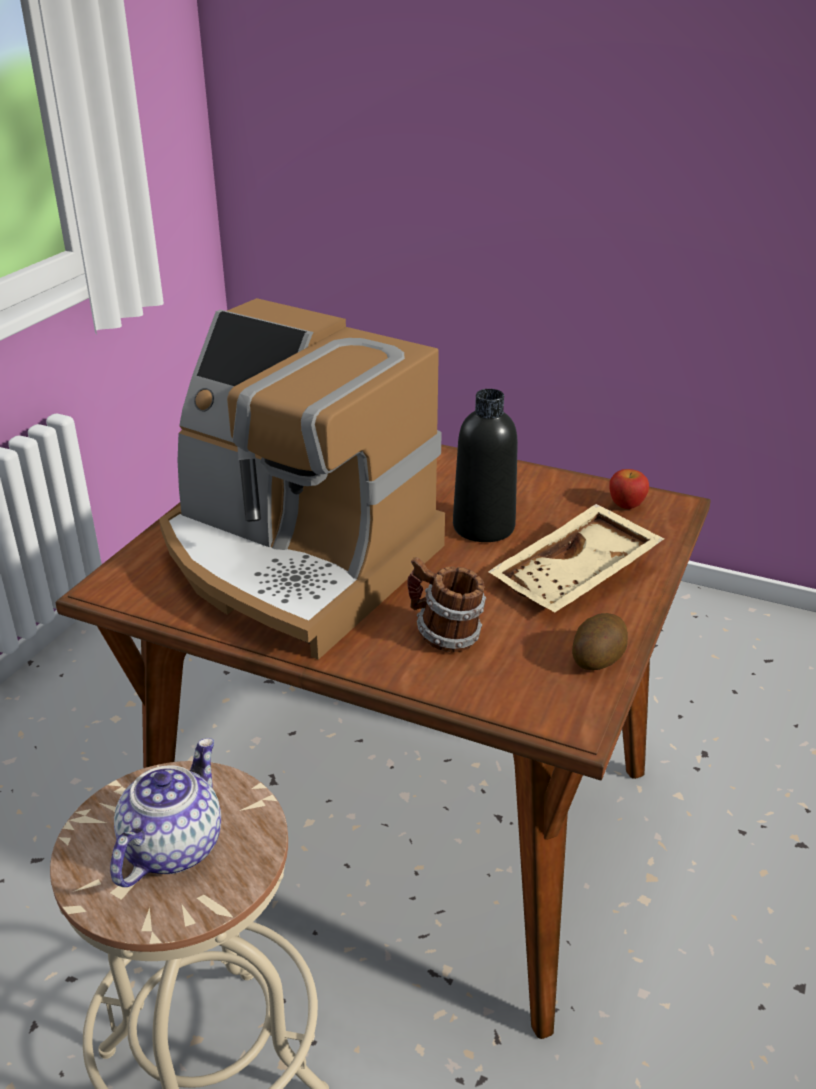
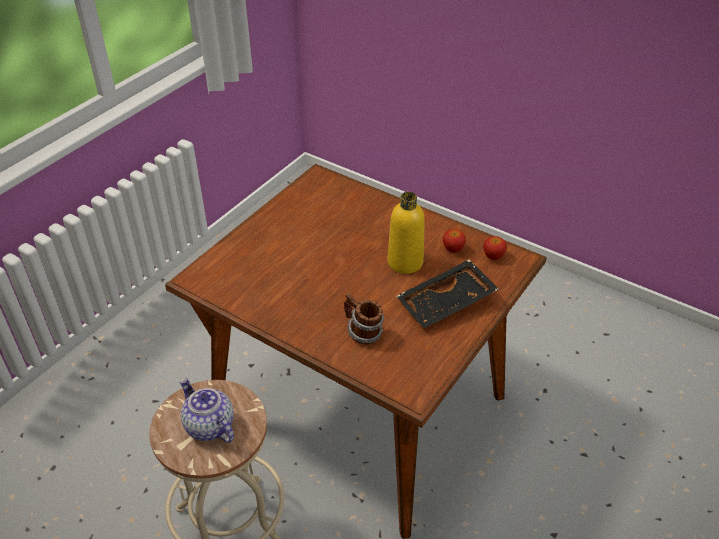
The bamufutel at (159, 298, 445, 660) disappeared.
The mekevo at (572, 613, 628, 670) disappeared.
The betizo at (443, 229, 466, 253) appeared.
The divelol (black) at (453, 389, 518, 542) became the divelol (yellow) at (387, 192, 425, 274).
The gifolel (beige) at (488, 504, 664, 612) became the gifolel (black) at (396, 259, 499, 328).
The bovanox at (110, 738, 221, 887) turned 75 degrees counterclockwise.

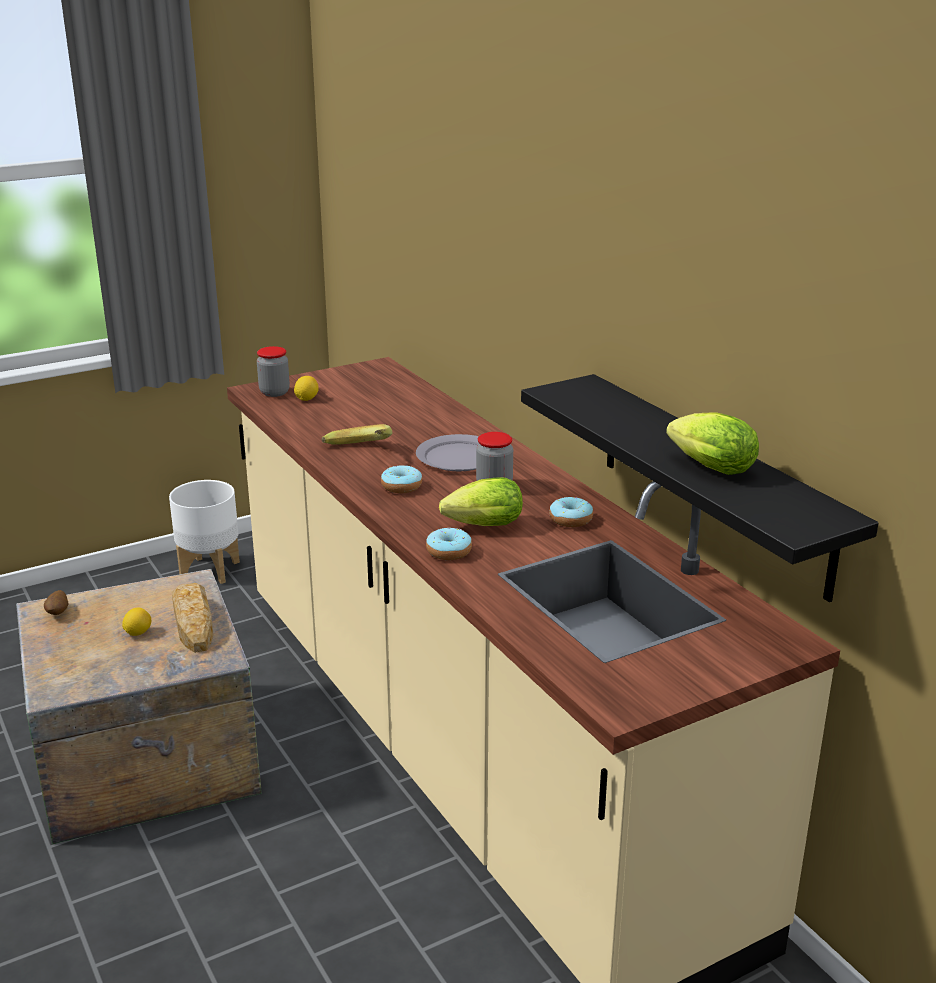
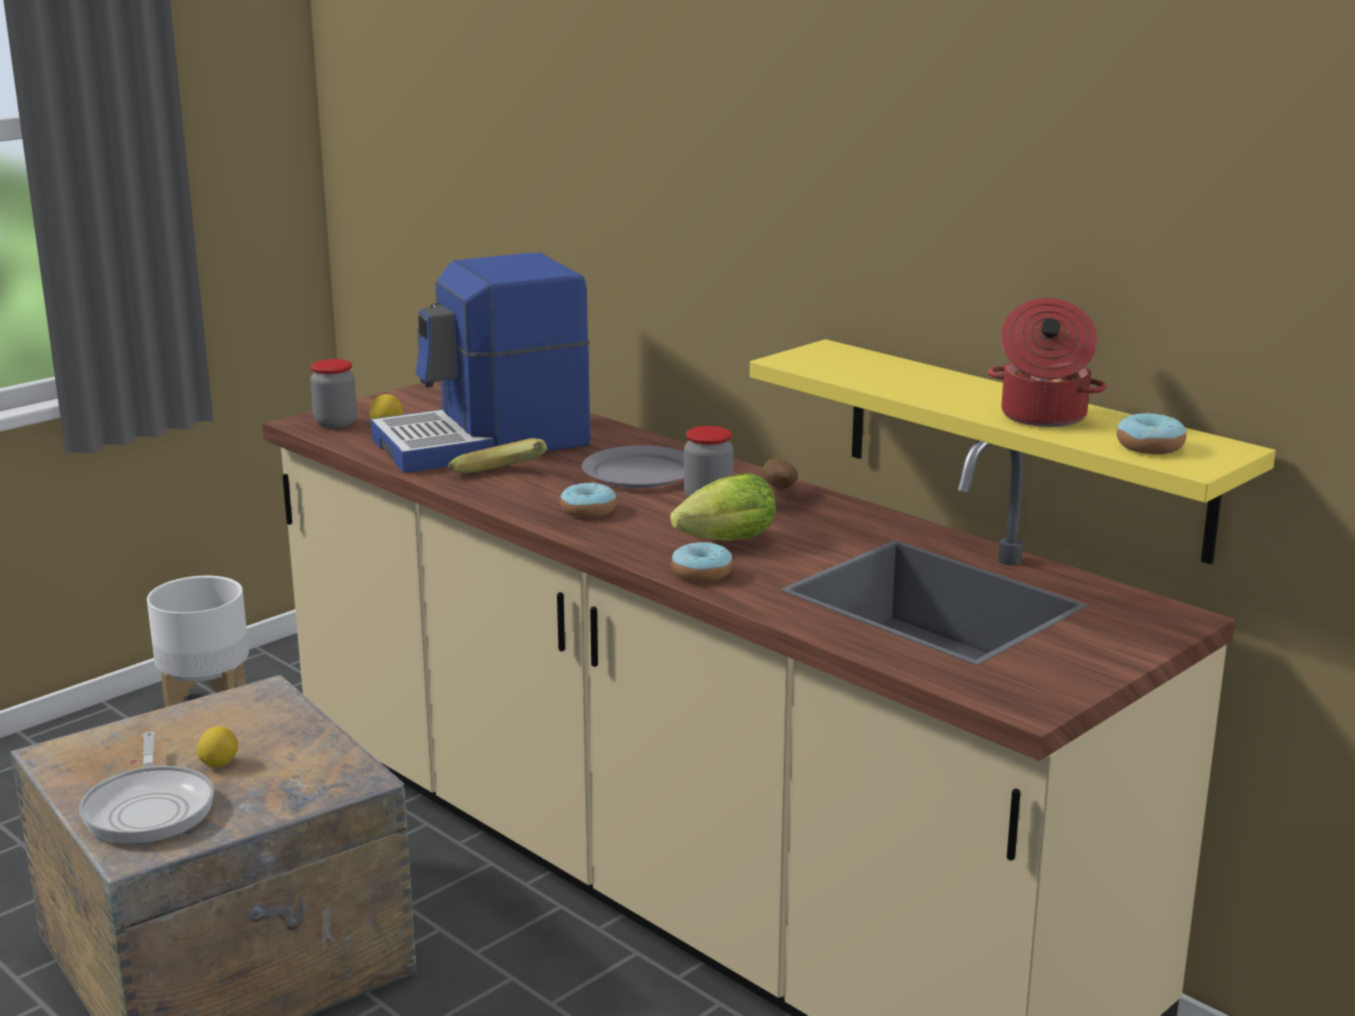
The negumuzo at (172, 583, 213, 653) disappeared.
The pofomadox at (79, 731, 214, 844) appeared.
The bamufutel at (370, 253, 590, 473) appeared.
The mekevo moved from (44, 590, 68, 615) to (762, 459, 798, 490).
The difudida moved from (549, 497, 593, 527) to (1117, 413, 1186, 454).
The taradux at (666, 412, 759, 475) was replaced by the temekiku at (988, 298, 1107, 427).
The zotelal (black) at (521, 374, 879, 602) became the zotelal (yellow) at (750, 339, 1276, 564).

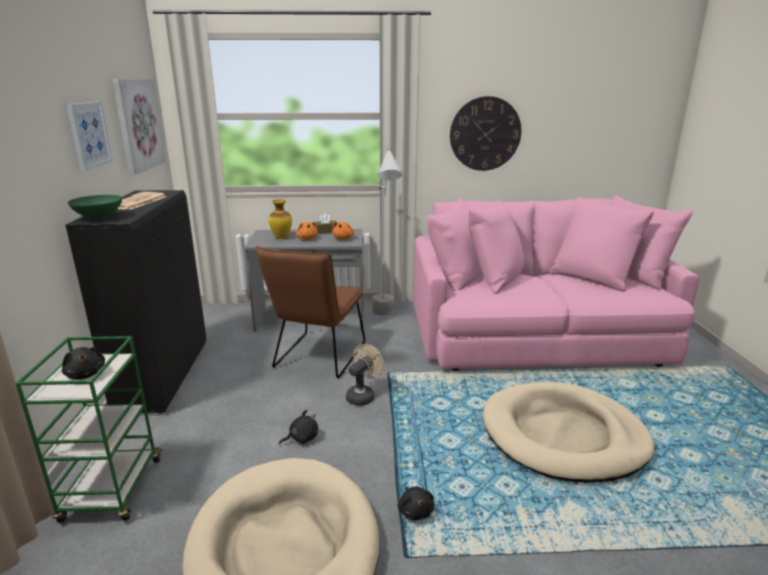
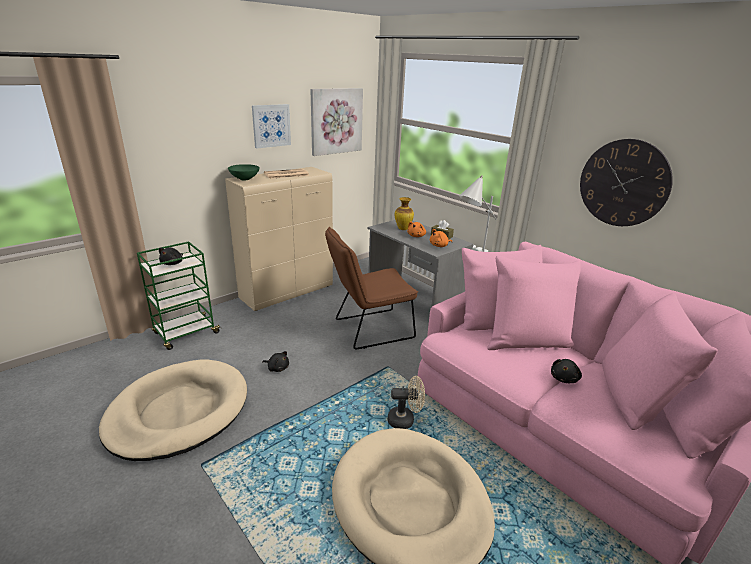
The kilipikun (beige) moved from (346, 344, 384, 406) to (388, 376, 425, 429).
The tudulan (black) moved from (398, 487, 434, 520) to (551, 359, 582, 383).
The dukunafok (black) at (66, 190, 206, 414) became the dukunafok (beige) at (225, 167, 333, 311).

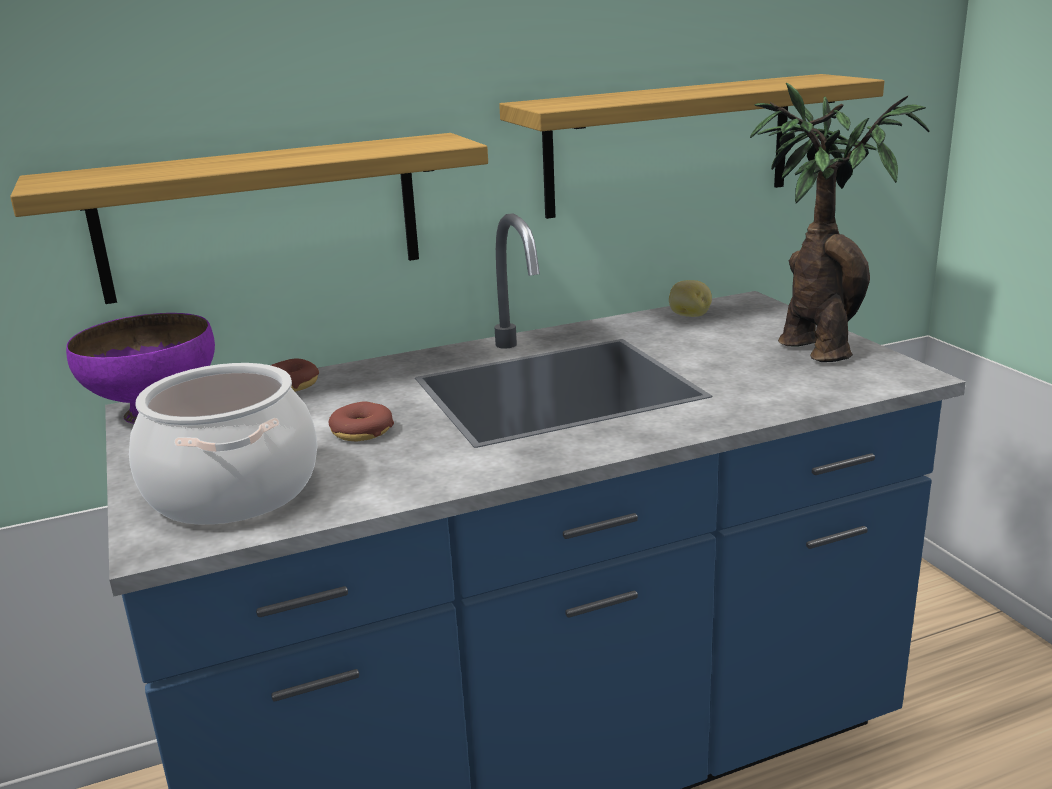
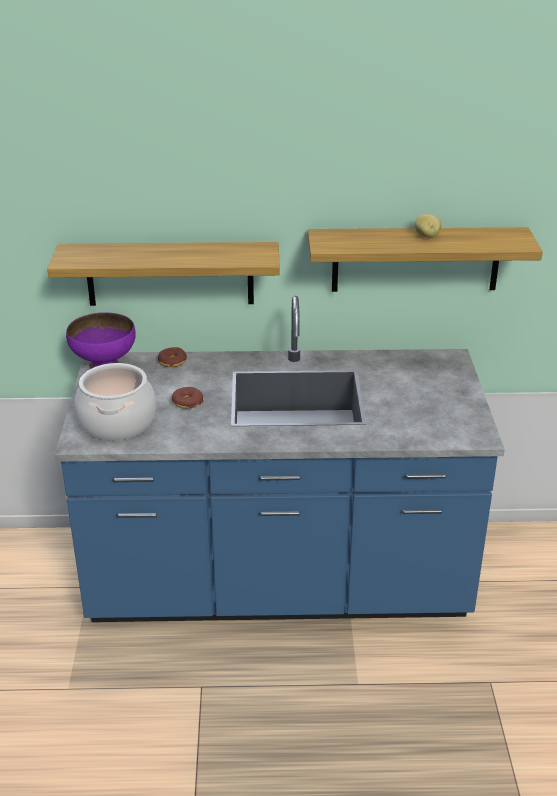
The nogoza at (750, 83, 930, 362) disappeared.
The mekevo moved from (669, 280, 712, 317) to (414, 213, 441, 238).

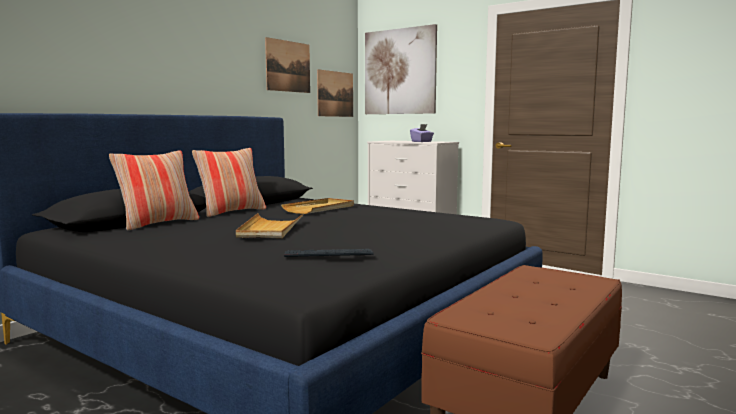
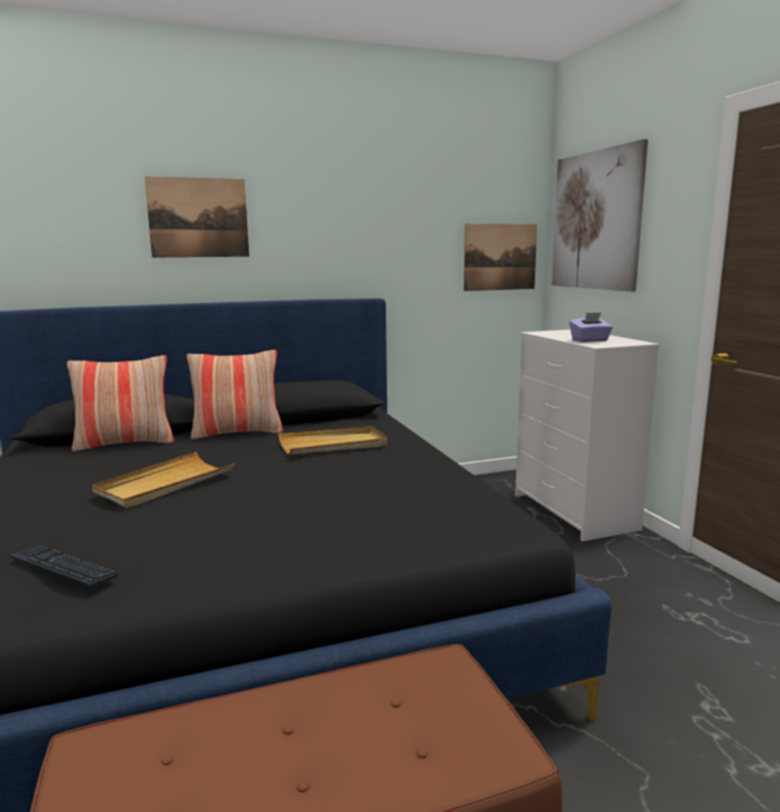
The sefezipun moved from (265, 37, 310, 93) to (144, 176, 249, 258).

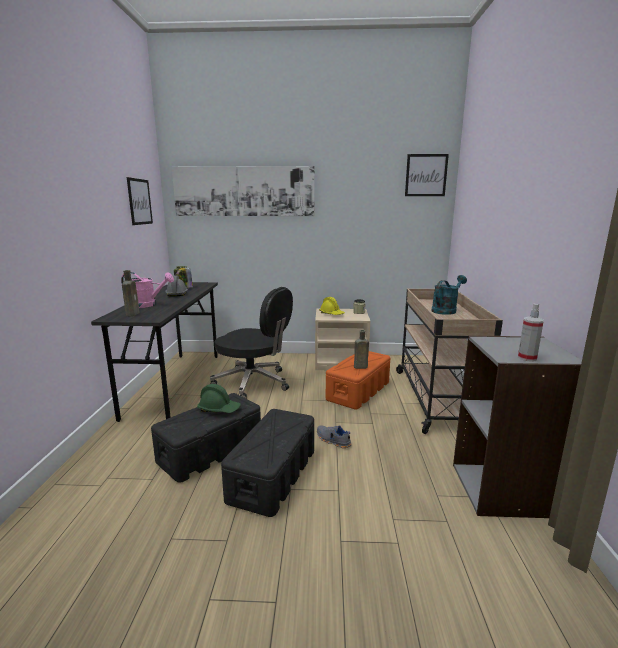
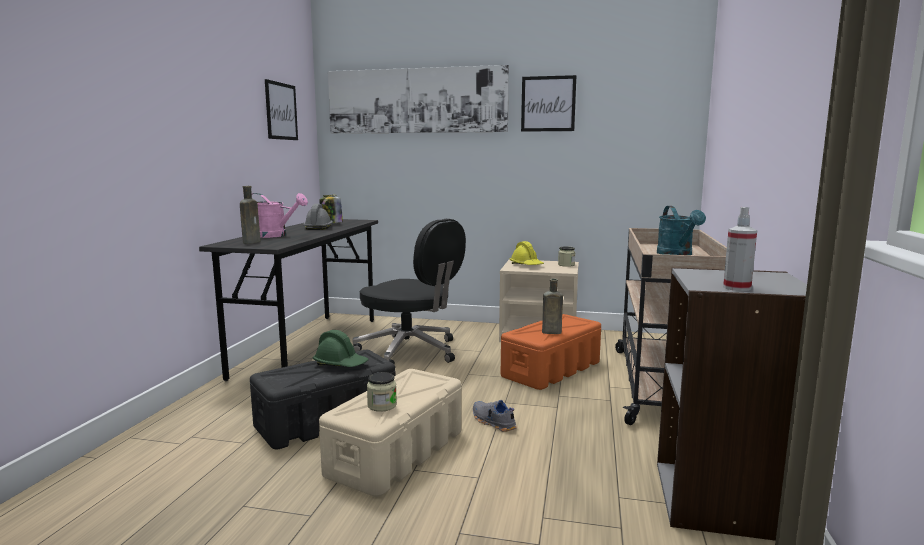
The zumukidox at (367, 372, 397, 412) appeared.
The sefezipun moved from (405, 154, 449, 196) to (521, 75, 576, 132).
The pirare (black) at (221, 409, 314, 517) became the pirare (beige) at (319, 369, 461, 497).
The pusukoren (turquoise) at (431, 275, 467, 315) turned 120 degrees clockwise.

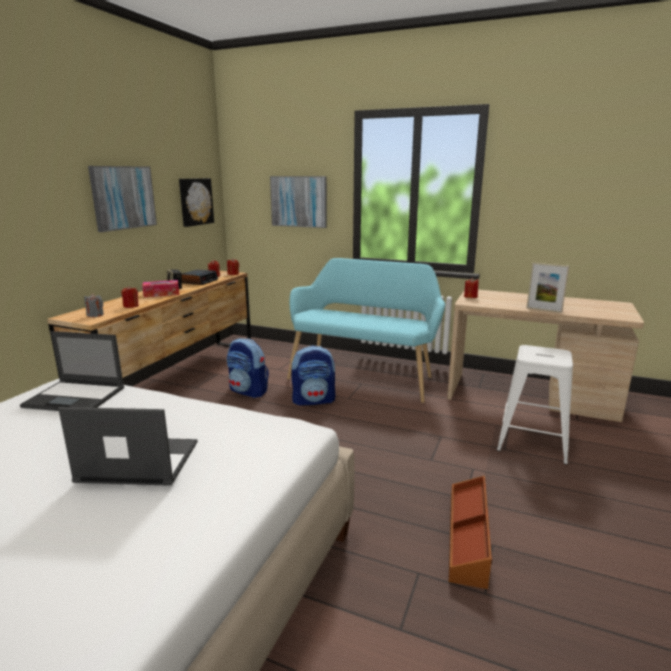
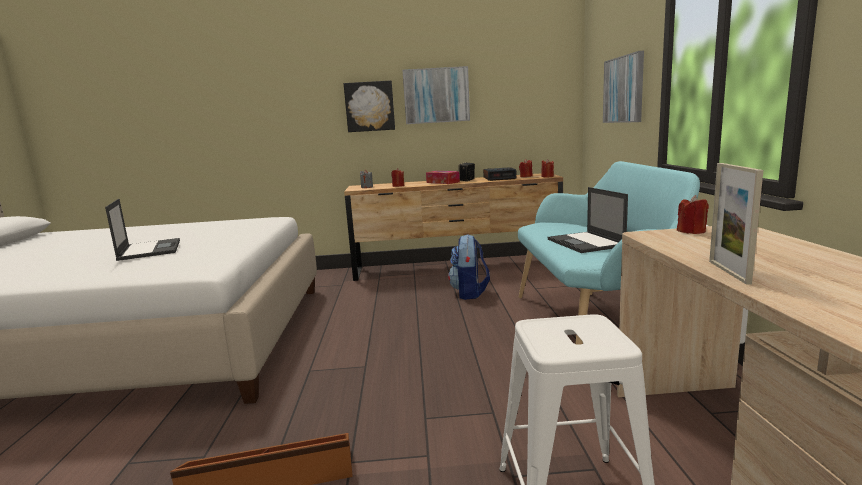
The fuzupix at (291, 345, 335, 406) disappeared.
The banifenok moved from (20, 331, 124, 411) to (548, 187, 628, 253).
The sefezipun moved from (179, 178, 214, 227) to (344, 80, 395, 132).

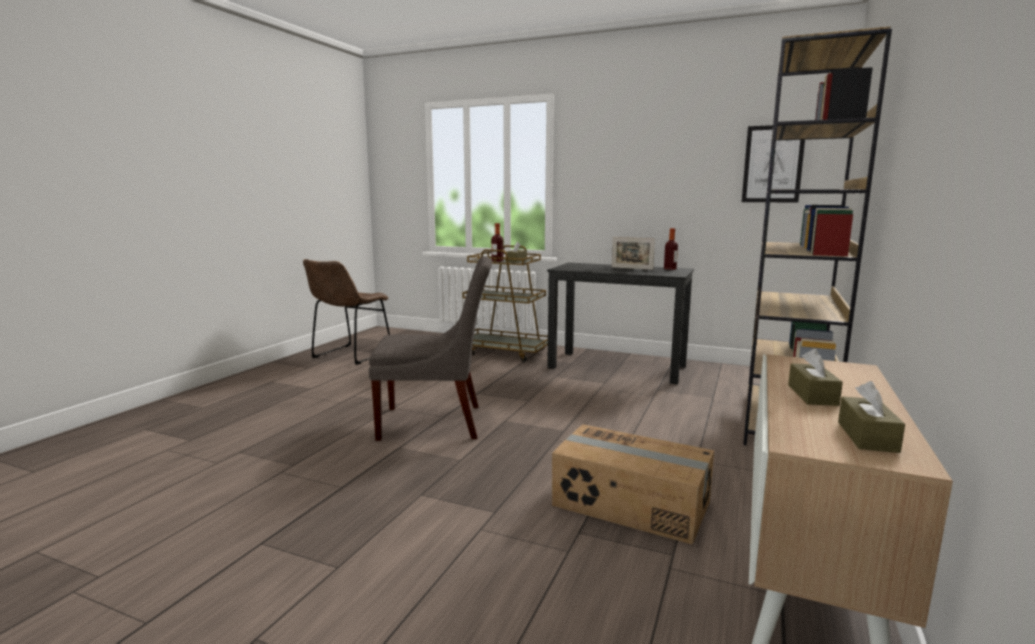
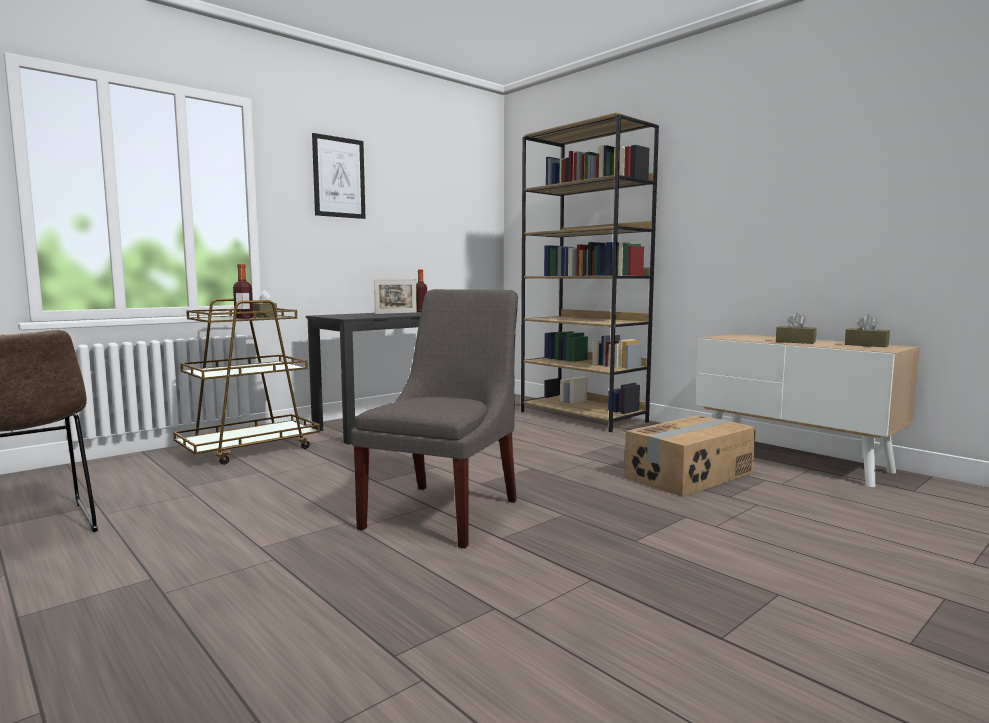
The sefezipun moved from (742, 125, 805, 202) to (312, 133, 365, 219).

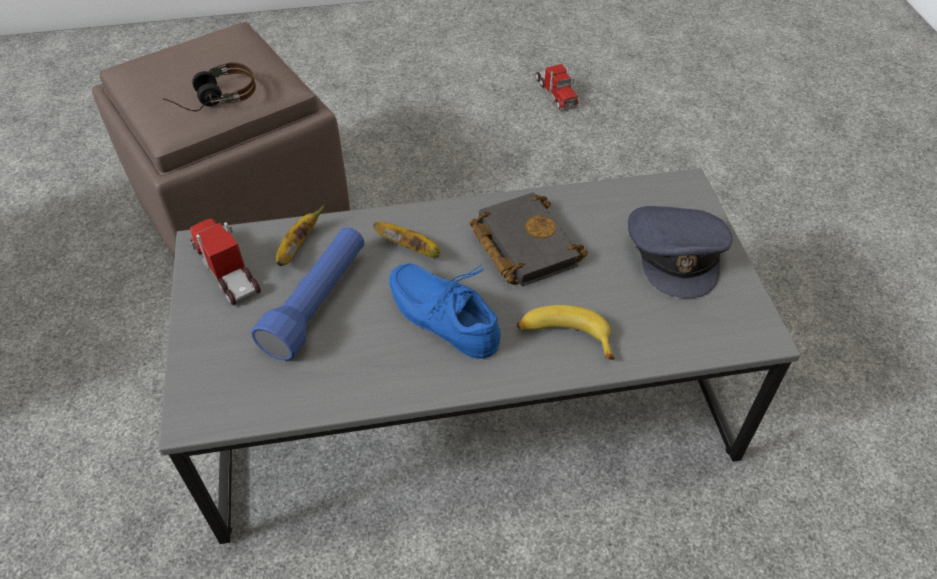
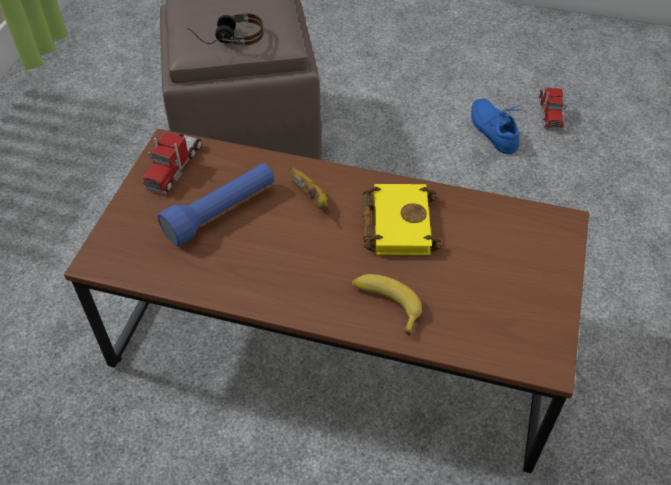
The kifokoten at (276, 204, 326, 266) disappeared.
The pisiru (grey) at (628, 206, 733, 298) disappeared.
The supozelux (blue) moved from (389, 263, 501, 359) to (471, 99, 522, 154).
The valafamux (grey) at (159, 168, 801, 544) became the valafamux (brown) at (64, 129, 589, 473).
The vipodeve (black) at (469, 192, 588, 286) became the vipodeve (yellow) at (362, 184, 442, 255).
The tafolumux at (190, 219, 261, 305) turned 150 degrees counterclockwise.

